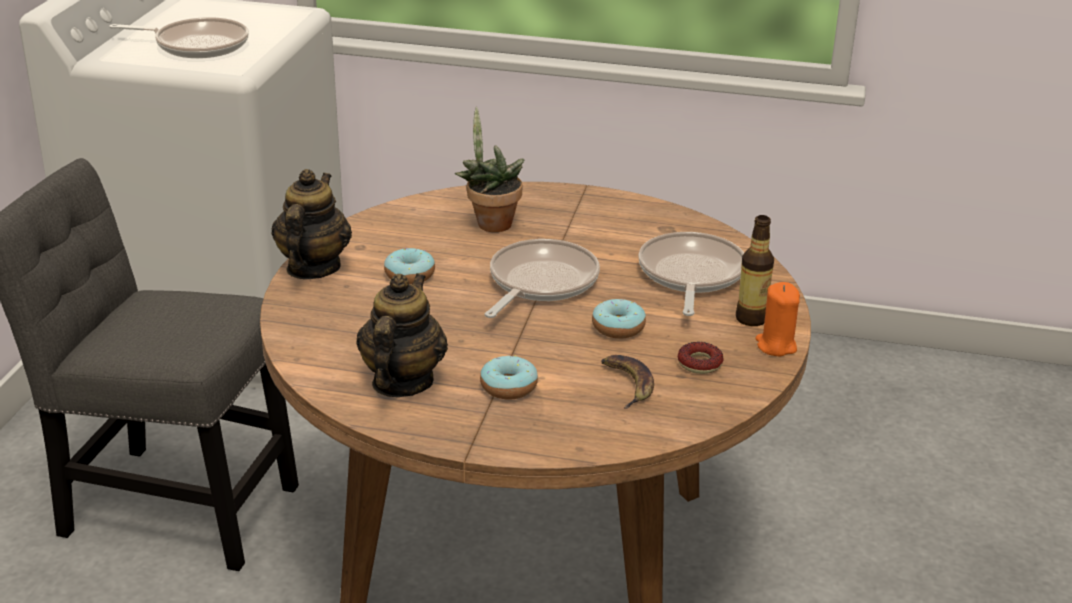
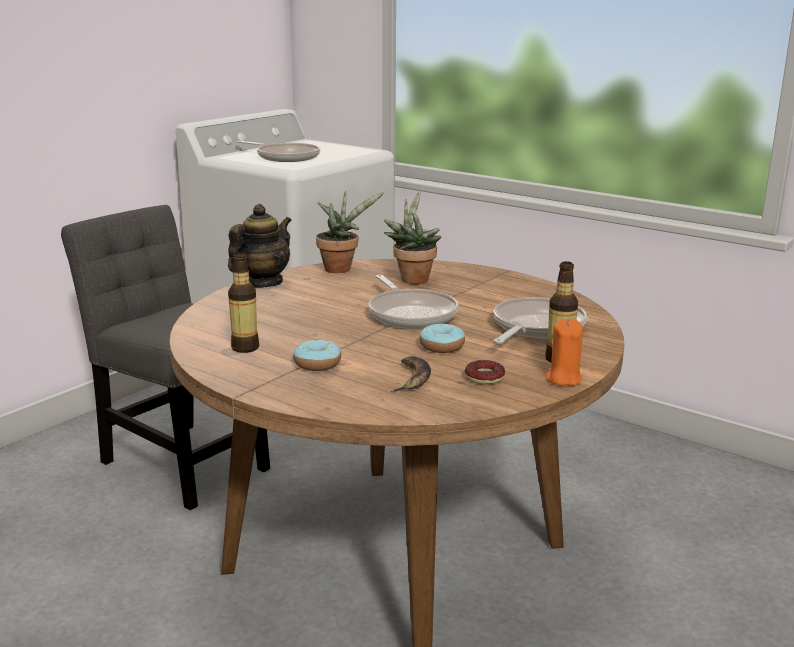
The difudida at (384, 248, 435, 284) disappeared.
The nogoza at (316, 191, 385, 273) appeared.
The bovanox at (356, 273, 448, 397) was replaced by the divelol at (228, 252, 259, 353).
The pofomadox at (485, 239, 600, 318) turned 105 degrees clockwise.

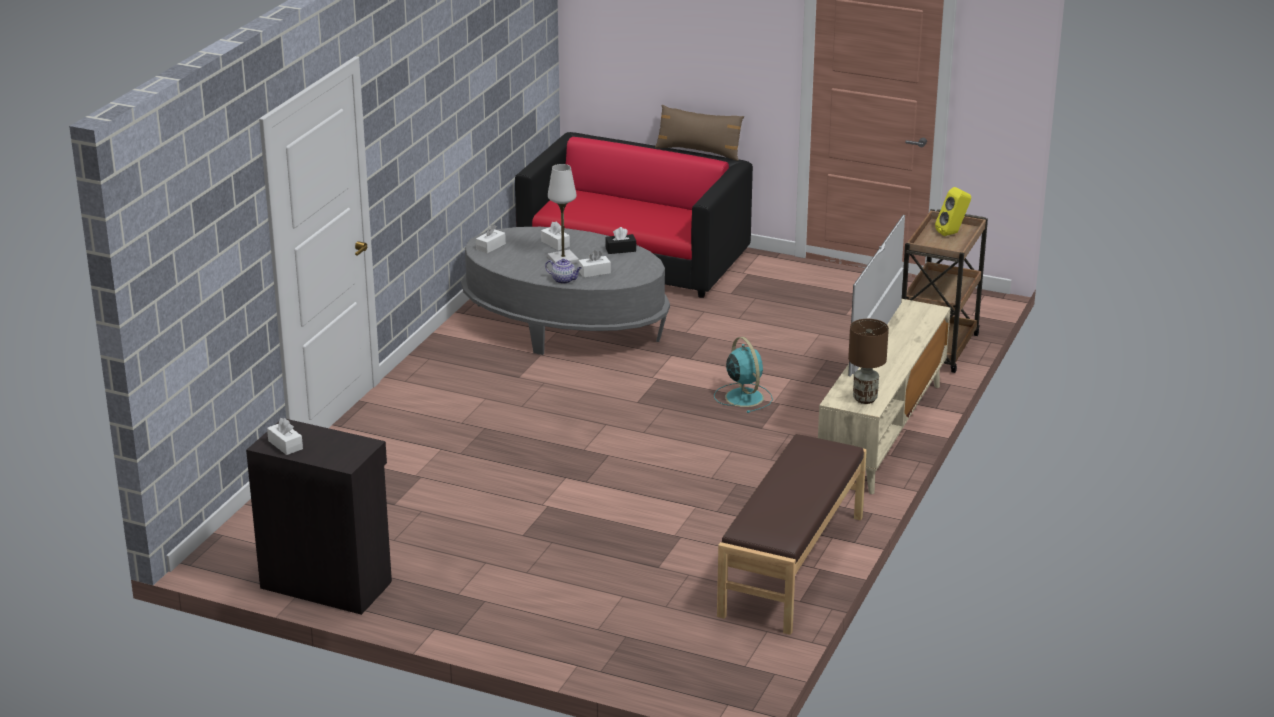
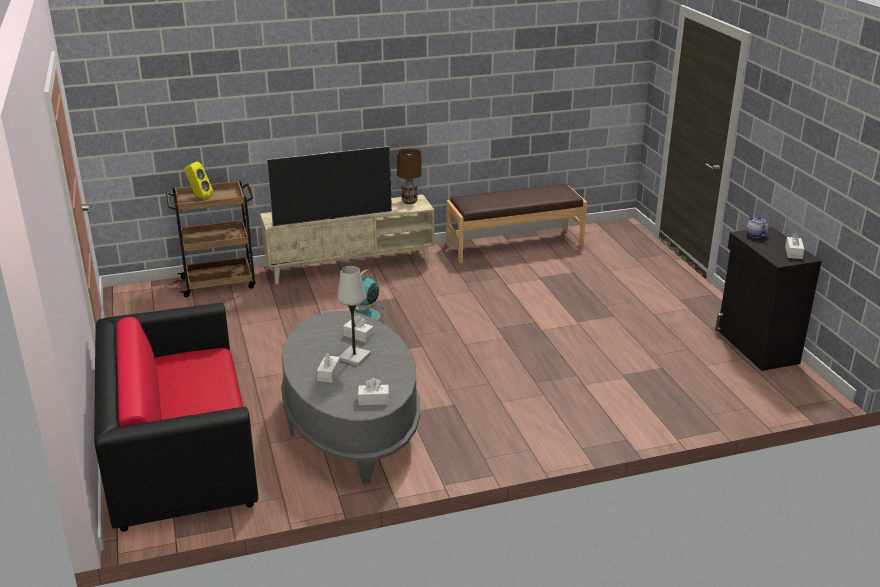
The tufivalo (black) at (605, 227, 636, 254) disappeared.
The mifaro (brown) at (655, 105, 744, 161) disappeared.
The bovanox moved from (545, 259, 582, 284) to (747, 215, 769, 238).

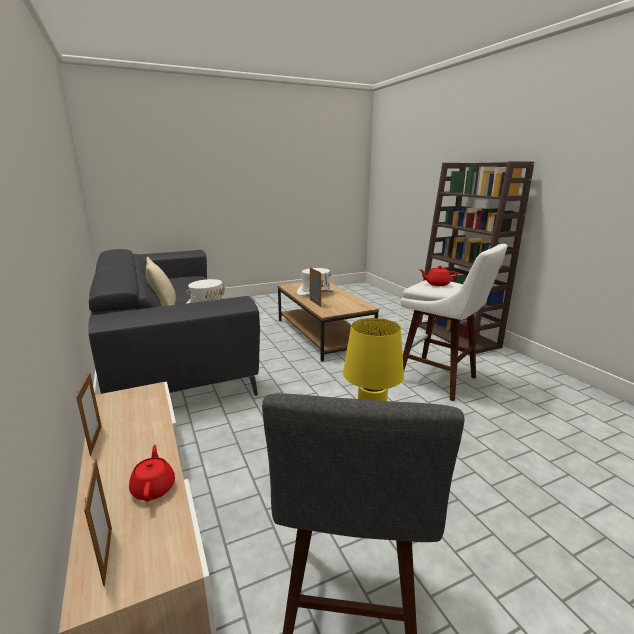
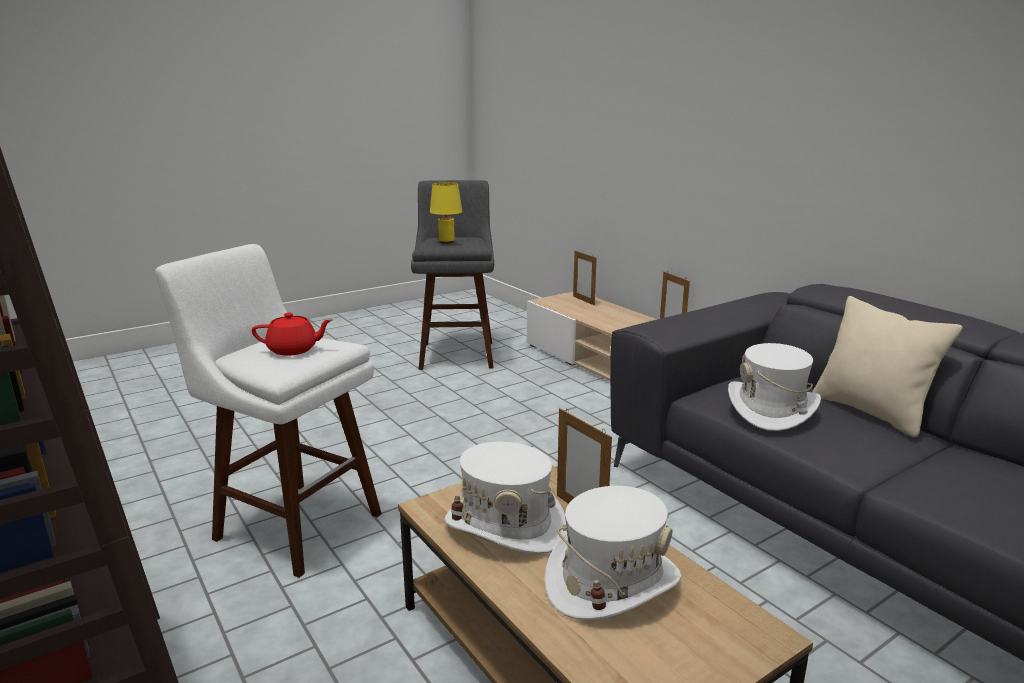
The bovanox (red) at (129, 445, 175, 501) disappeared.
The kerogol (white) at (445, 442, 567, 554) appeared.

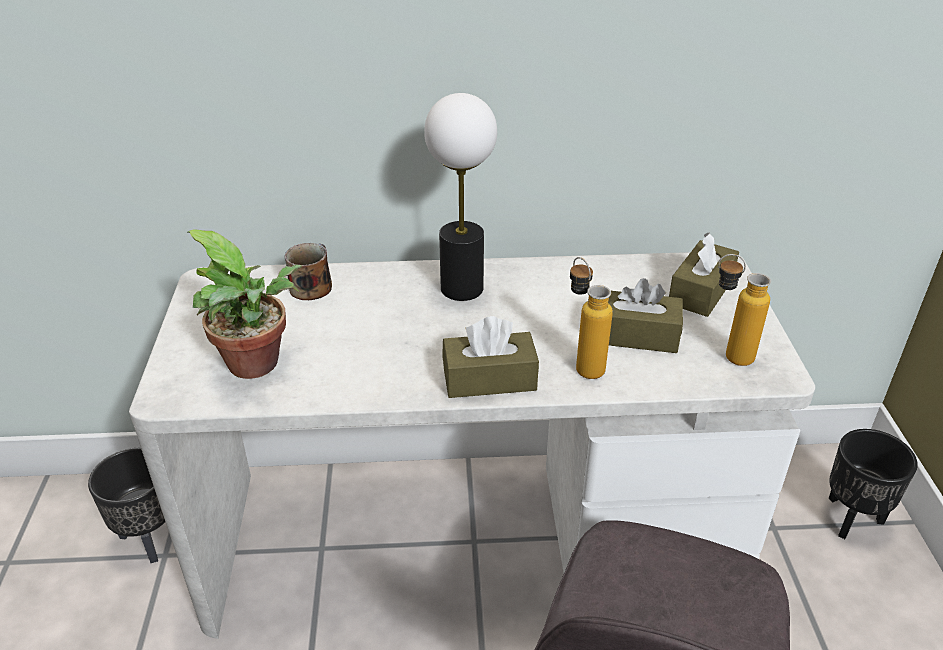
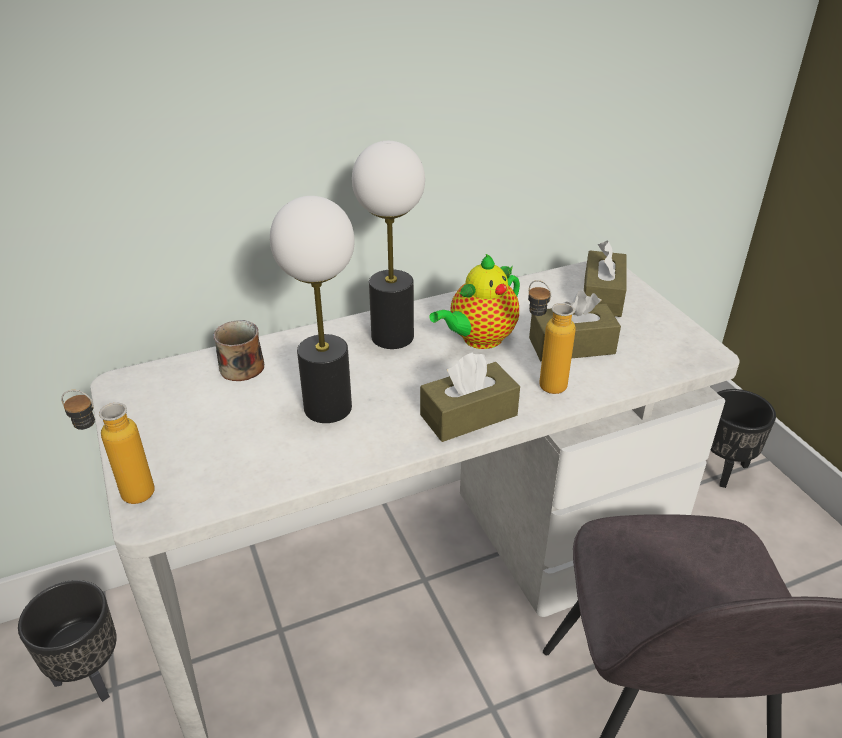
The nogoza at (188, 229, 302, 379) disappeared.
The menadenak at (270, 196, 355, 423) appeared.
The bovanox at (429, 254, 520, 349) appeared.
The divelol moved from (718, 254, 771, 366) to (61, 390, 155, 504).

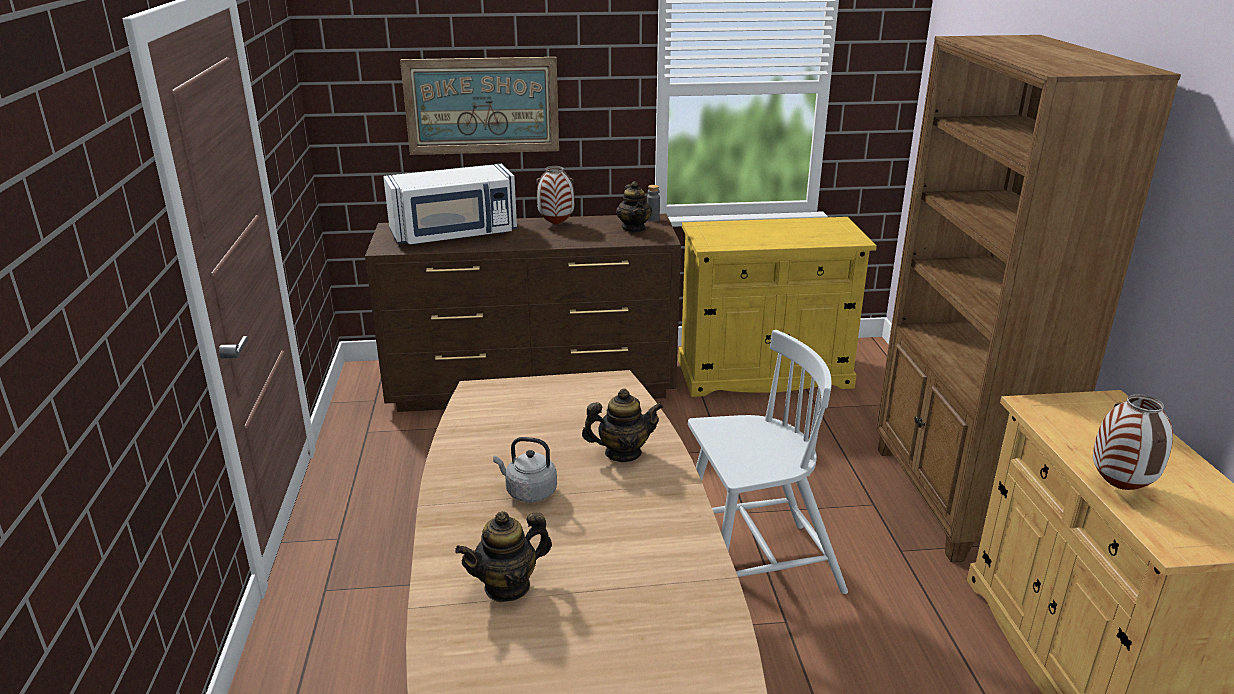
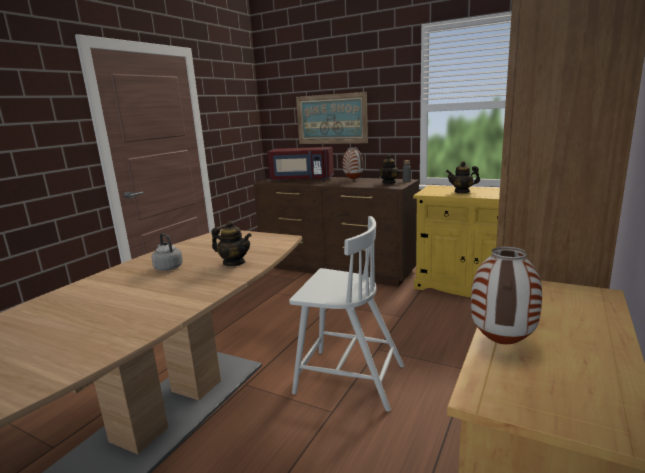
The bovanox moved from (455, 511, 552, 602) to (446, 161, 480, 193).
The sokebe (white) at (383, 164, 517, 245) became the sokebe (red) at (267, 147, 334, 182).

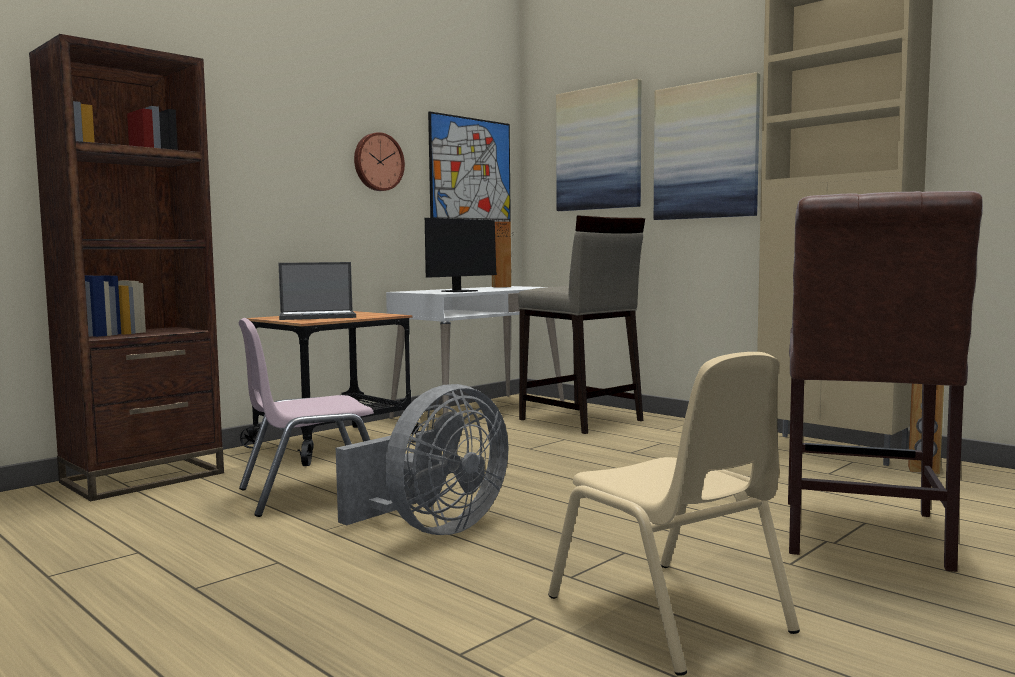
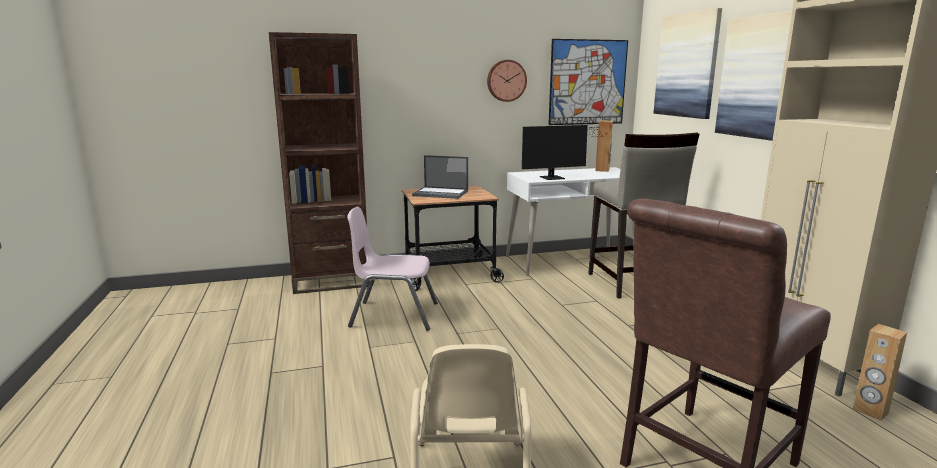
The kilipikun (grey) at (336, 384, 508, 535) disappeared.

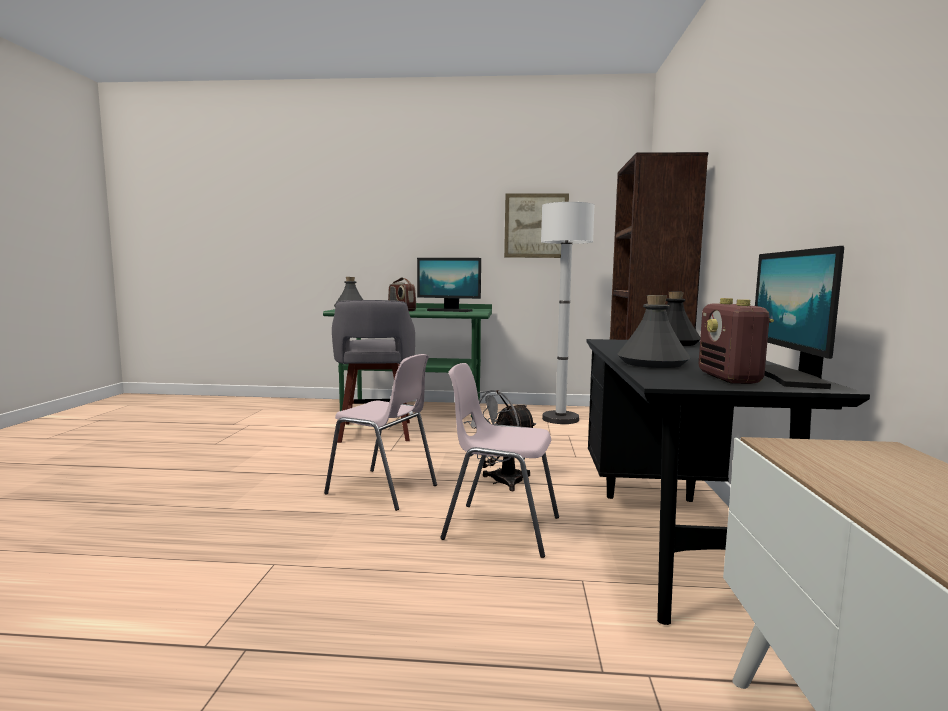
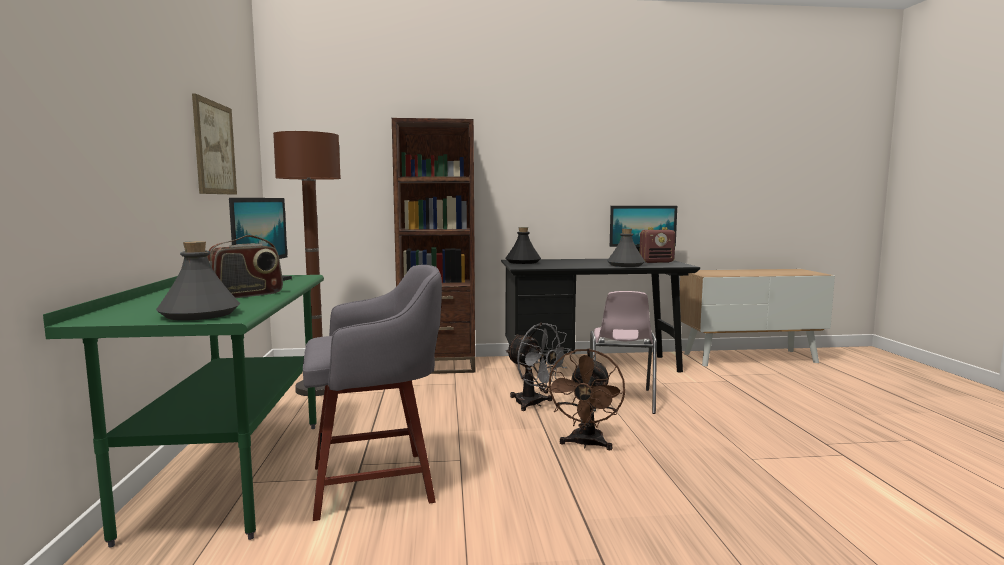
The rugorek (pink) at (324, 354, 437, 511) was replaced by the kilipikun (brown) at (546, 348, 625, 450).
The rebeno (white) at (541, 202, 594, 424) became the rebeno (brown) at (273, 131, 341, 396).

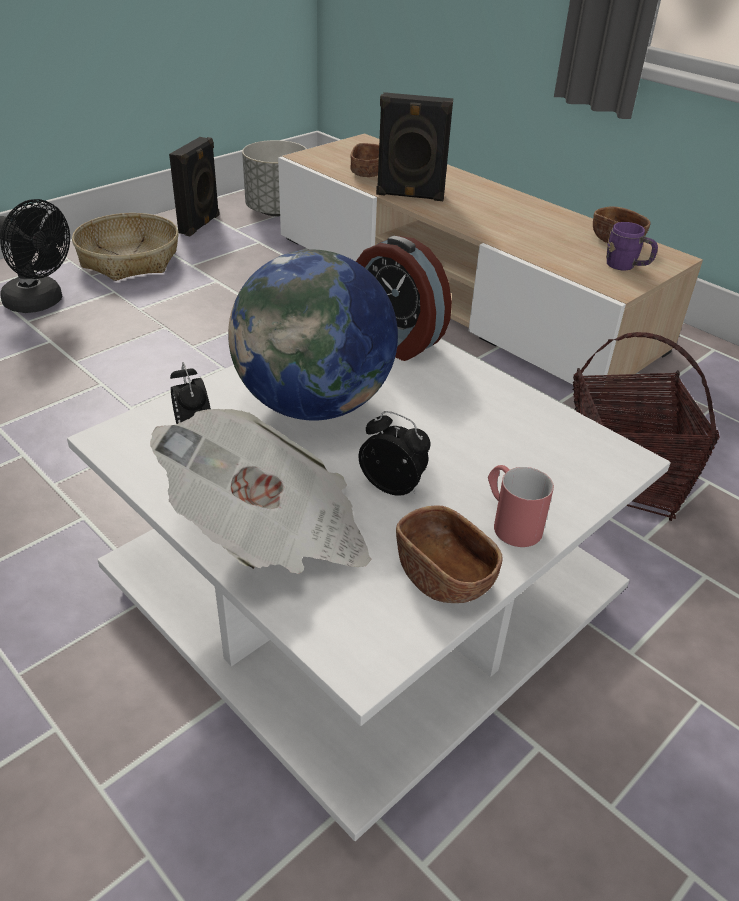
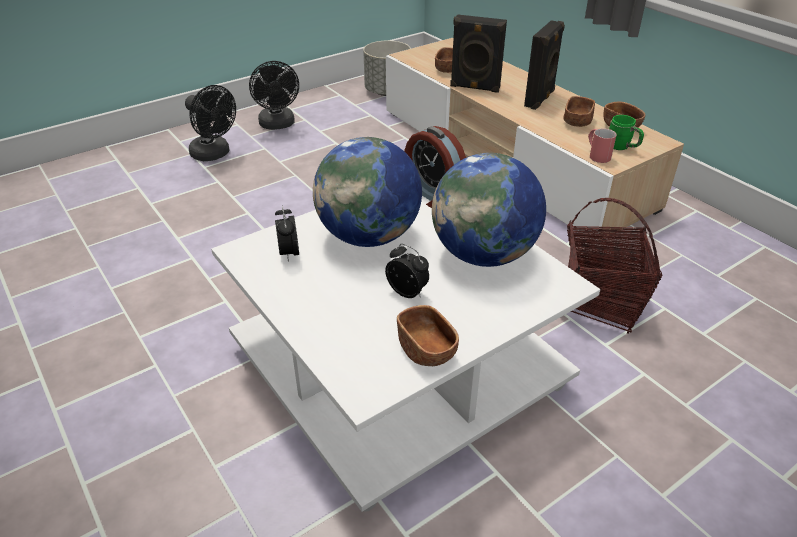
The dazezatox at (150, 409, 372, 574) disappeared.
The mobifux at (432, 153, 546, 267) appeared.
The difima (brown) at (563, 96, 595, 127) appeared.
The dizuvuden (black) moved from (169, 137, 220, 236) to (524, 20, 565, 110).
The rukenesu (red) moved from (488, 465, 554, 547) to (588, 128, 617, 163).
The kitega at (72, 213, 179, 281) was replaced by the kilipikun (black) at (249, 61, 299, 130).
The rukenesu (purple) at (606, 222, 658, 271) became the rukenesu (green) at (609, 115, 644, 150).

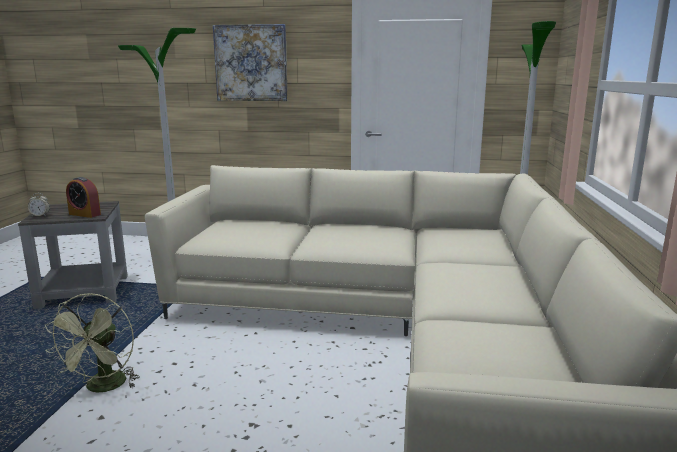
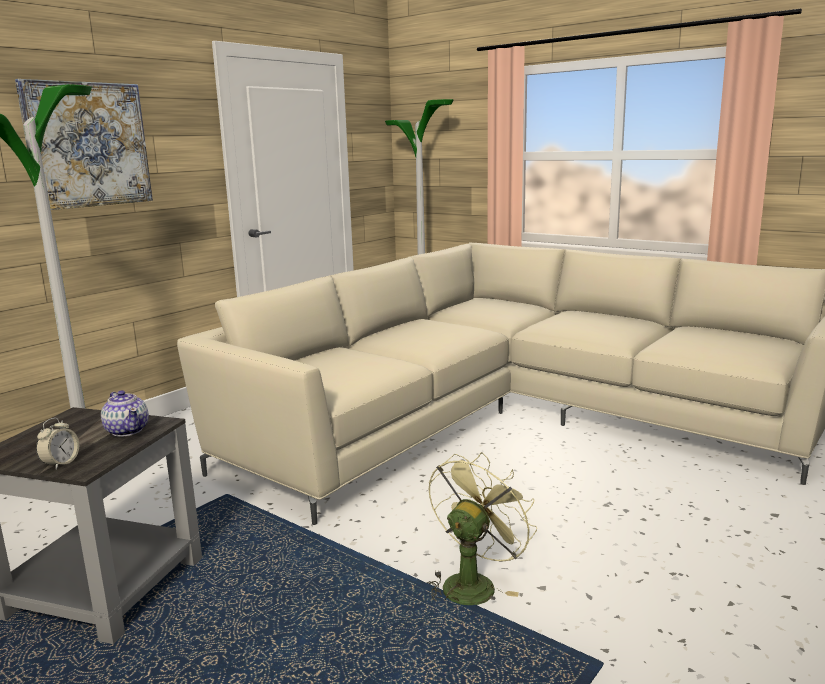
The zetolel at (66, 177, 101, 218) was replaced by the bovanox at (101, 390, 149, 437).
The kilipikun (green) at (45, 293, 140, 393) turned 90 degrees counterclockwise.

